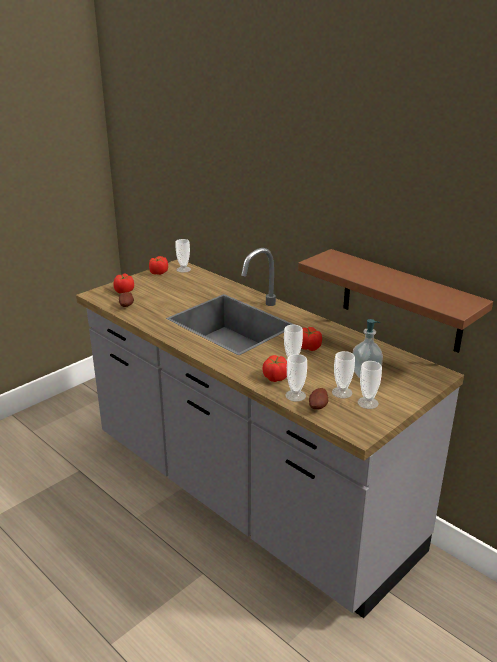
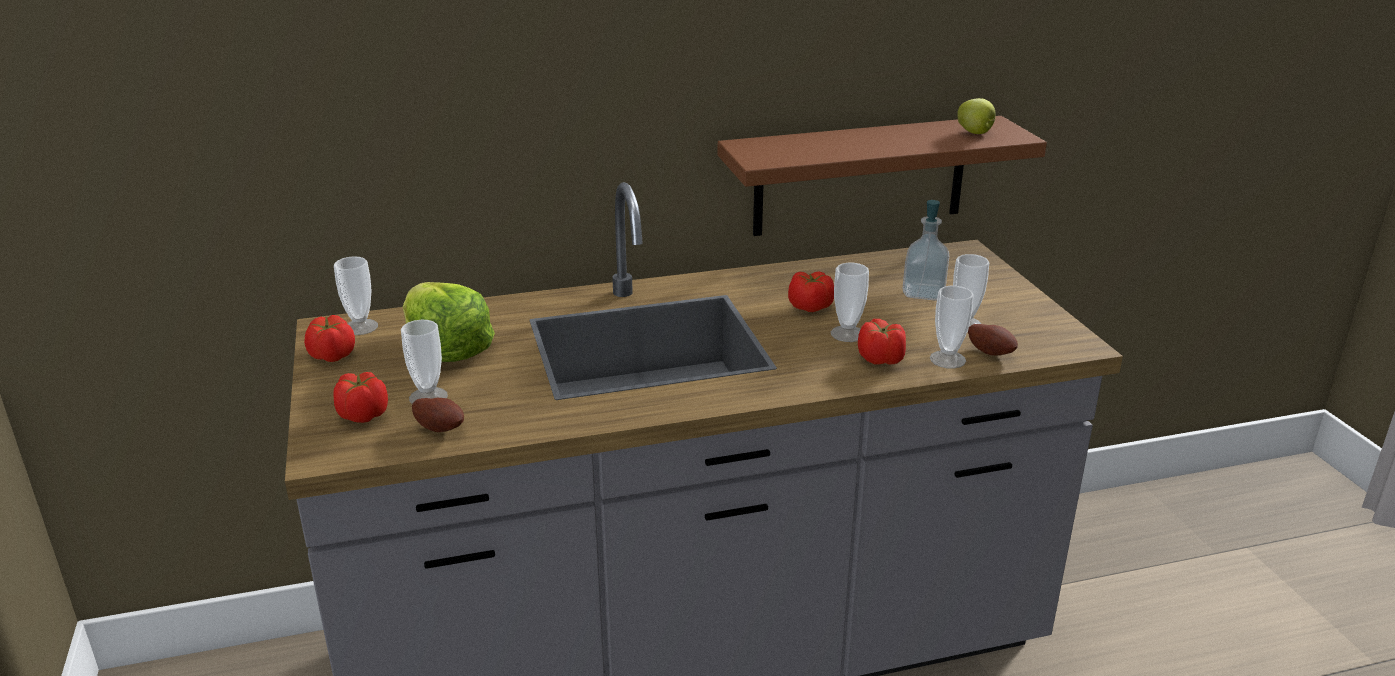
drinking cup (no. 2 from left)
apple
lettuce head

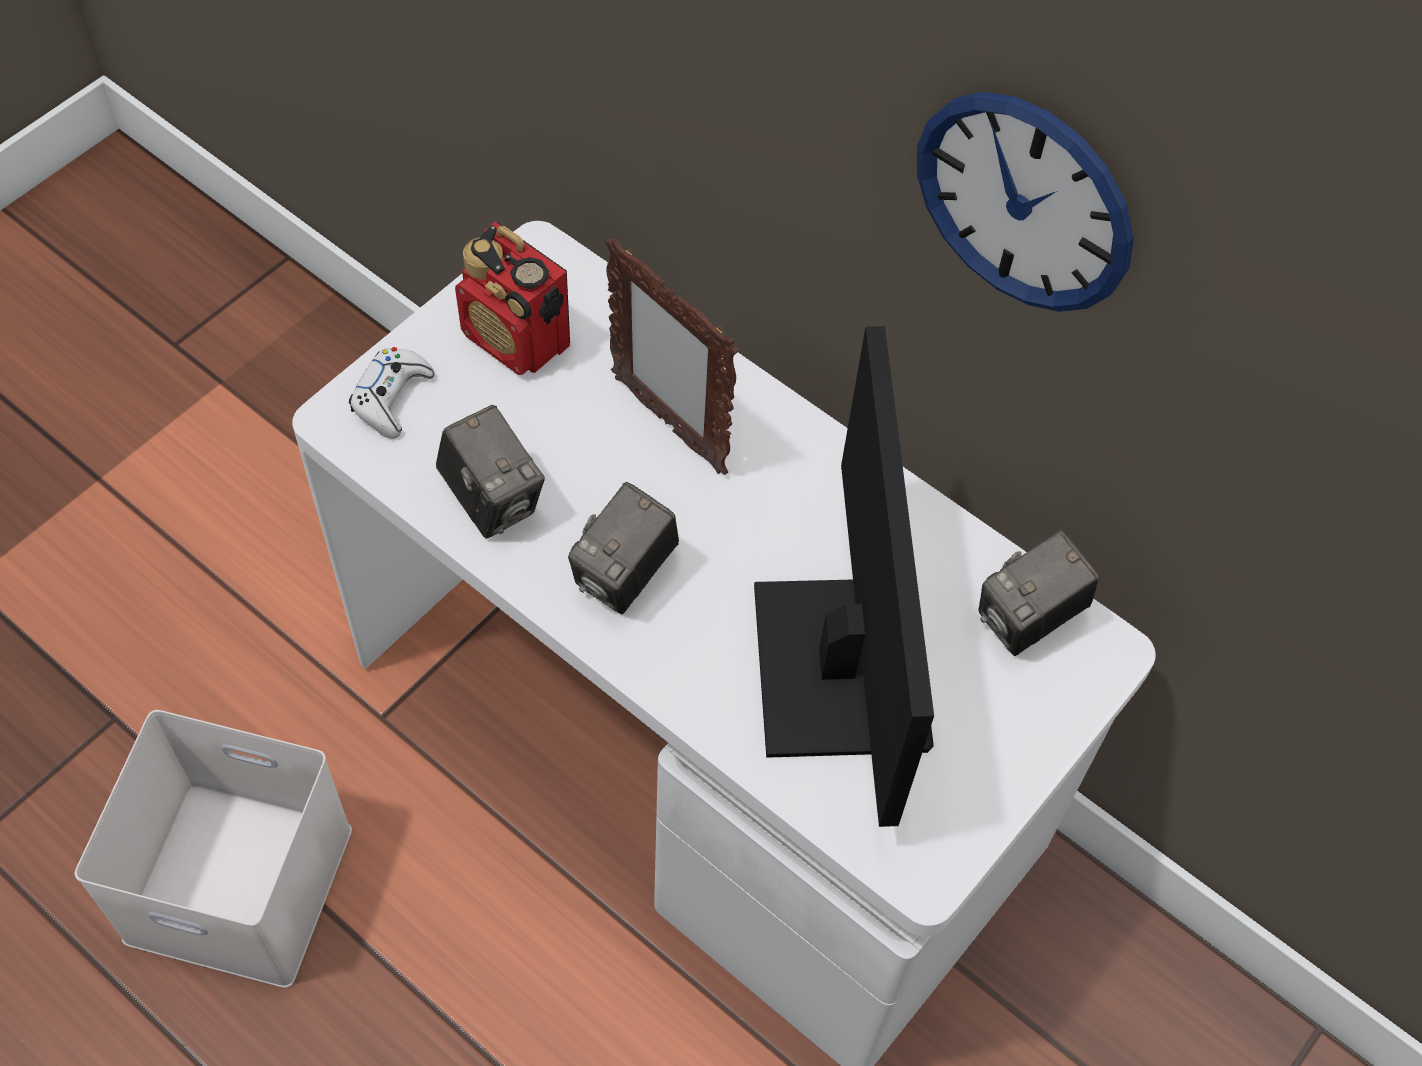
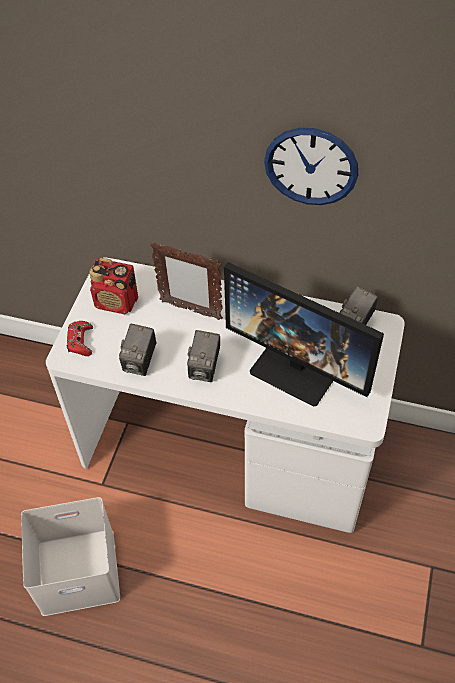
computer screen
gamepad (red)
photo camera (no. 1 from left)

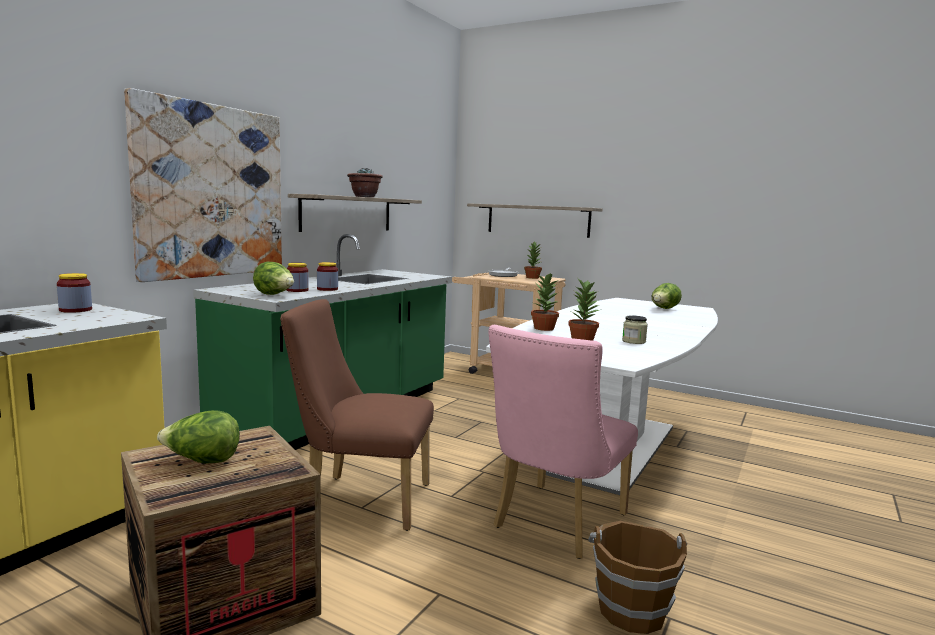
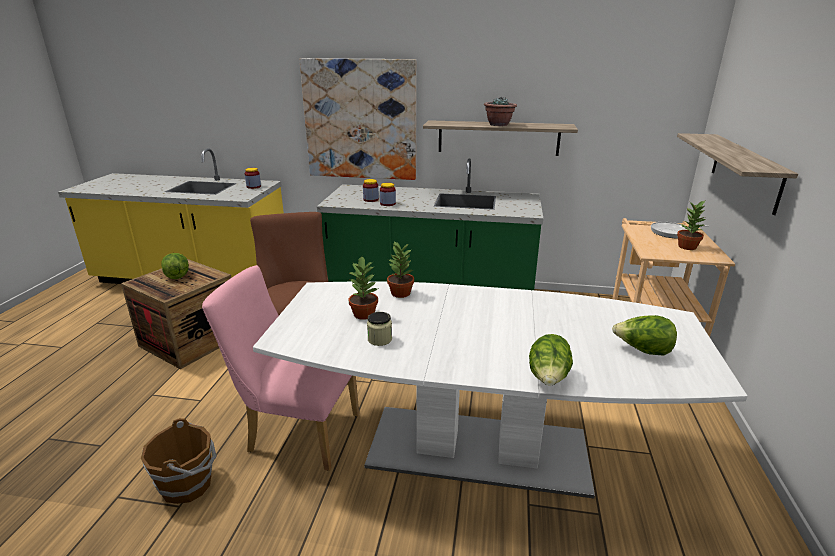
lettuce head (no. 2 from left)

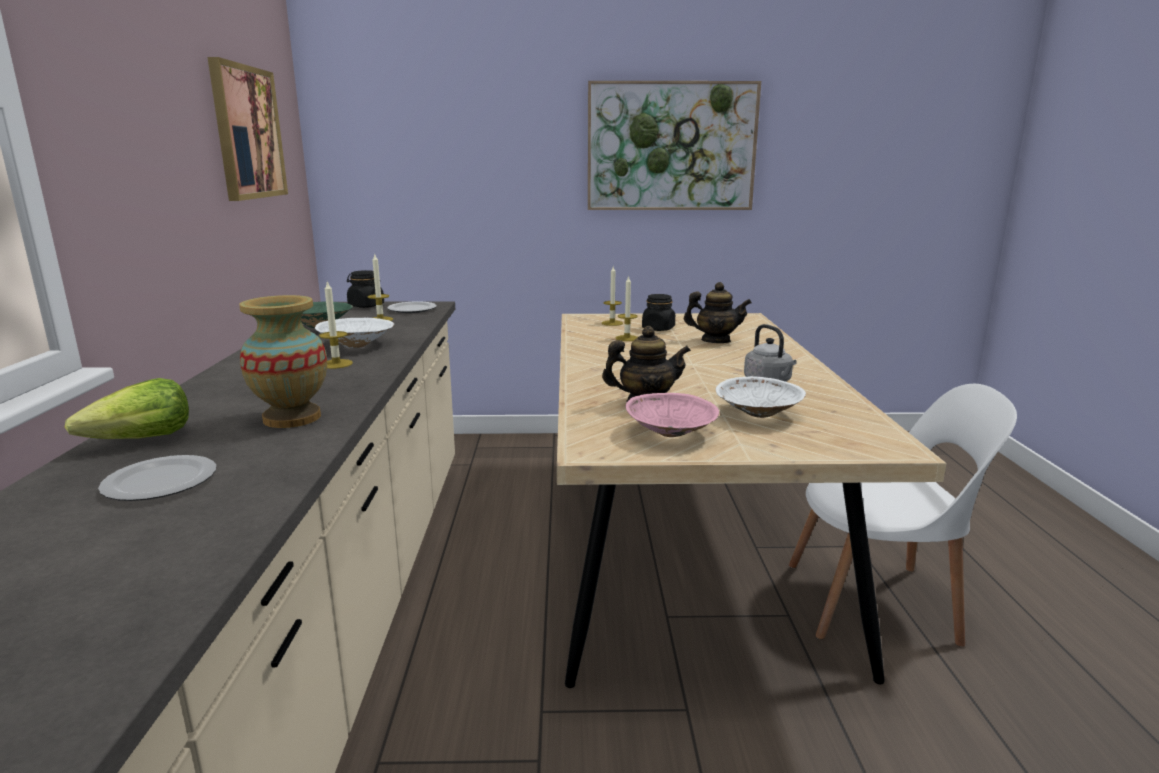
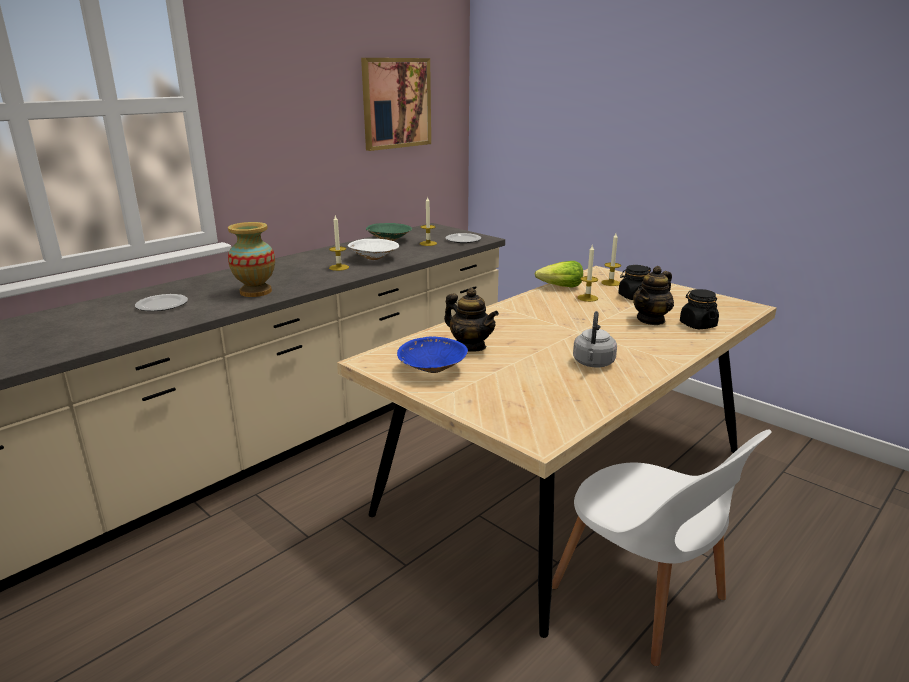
picture (no. 2 from left in the first image)
storage jar (blackish) (no. 2 from left)
teapot (no. 2 from left)
bowl (whitish) (no. 2 from left in the first image)
lettuce head
bowl (bluish)

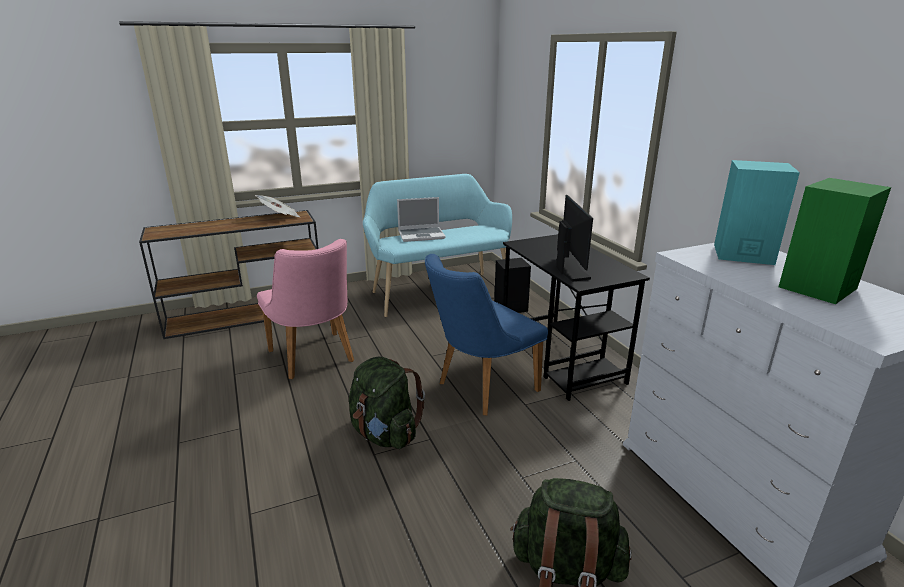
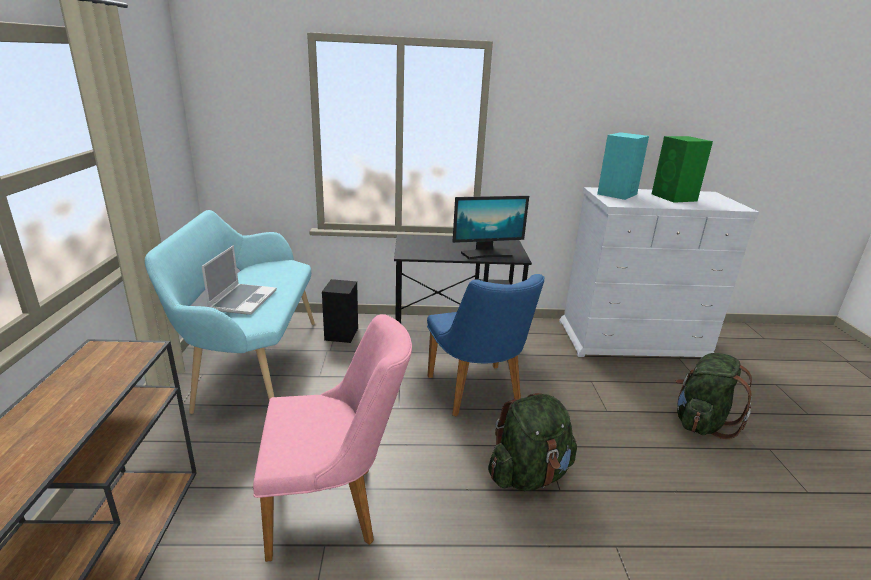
printed paper
computer screen

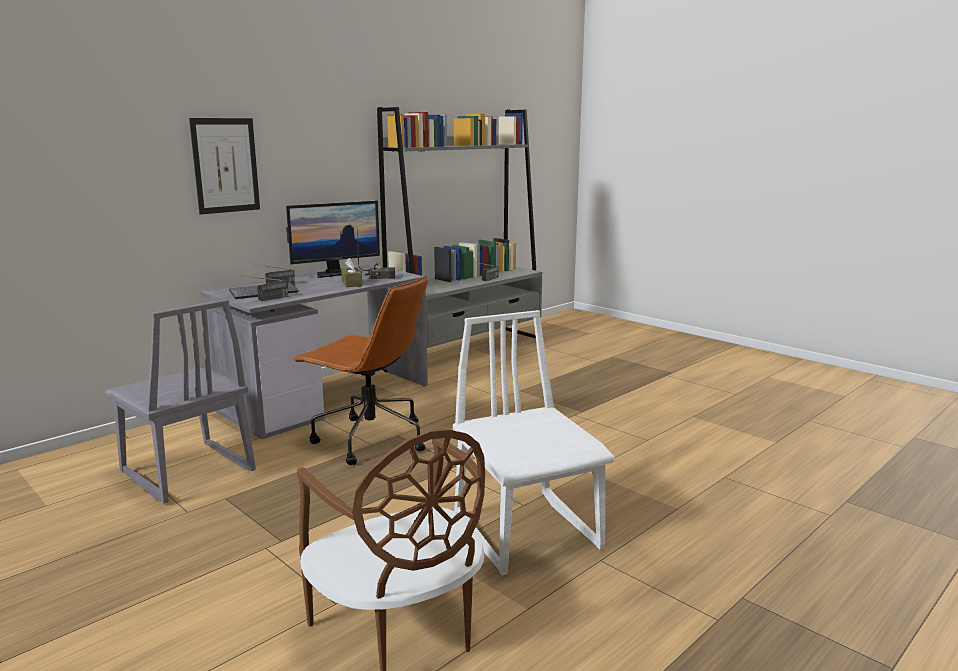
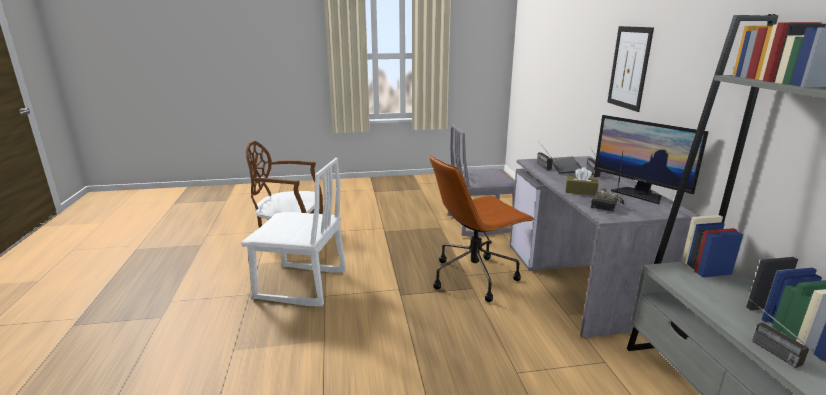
computer screen

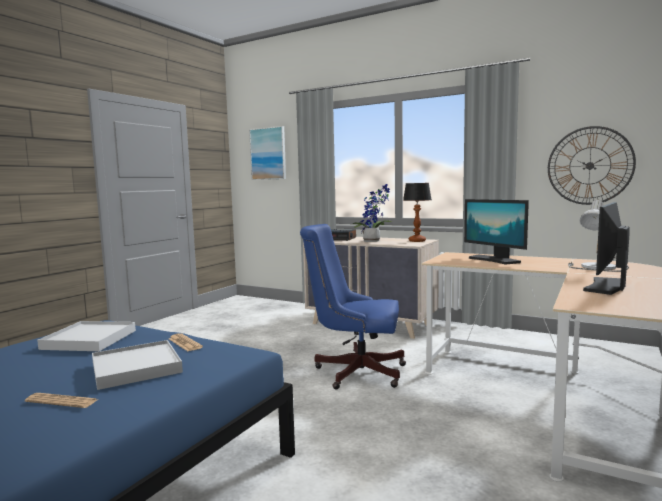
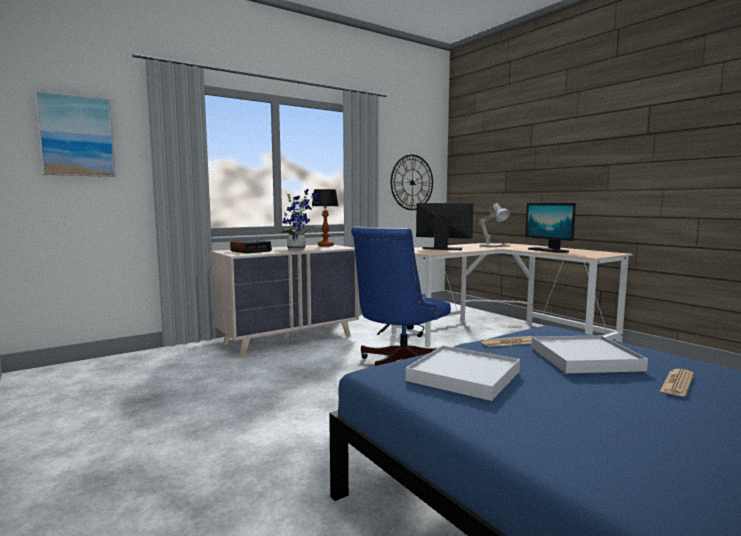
computer screen (no. 1 from left)

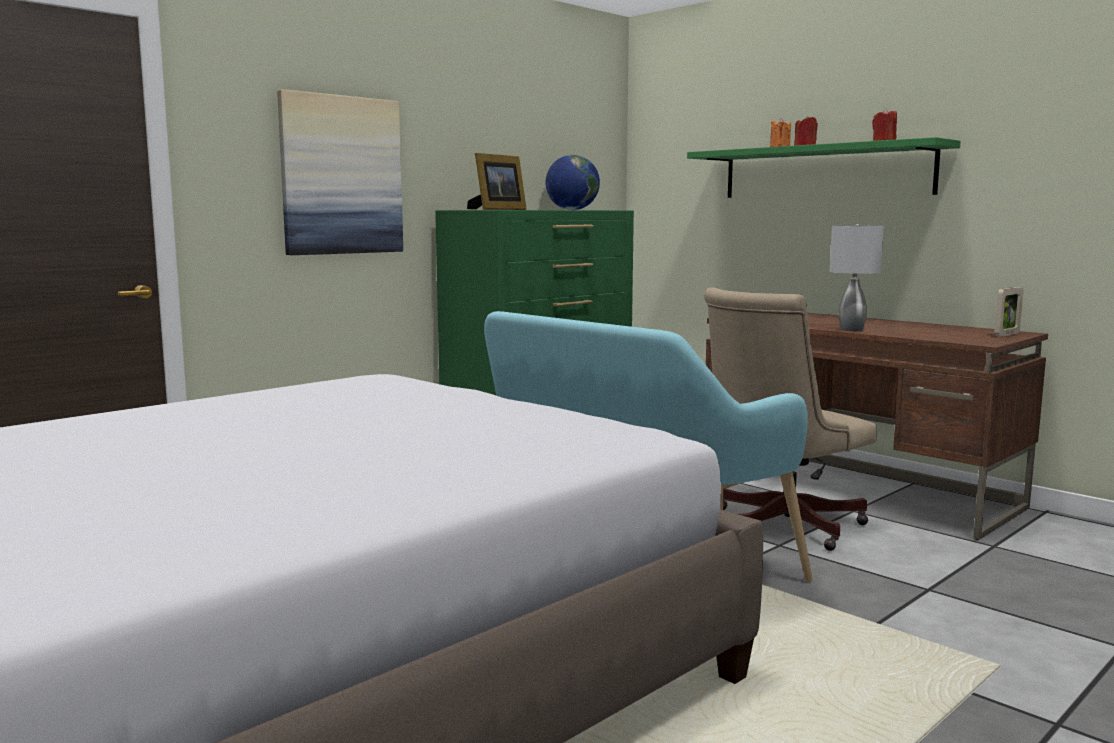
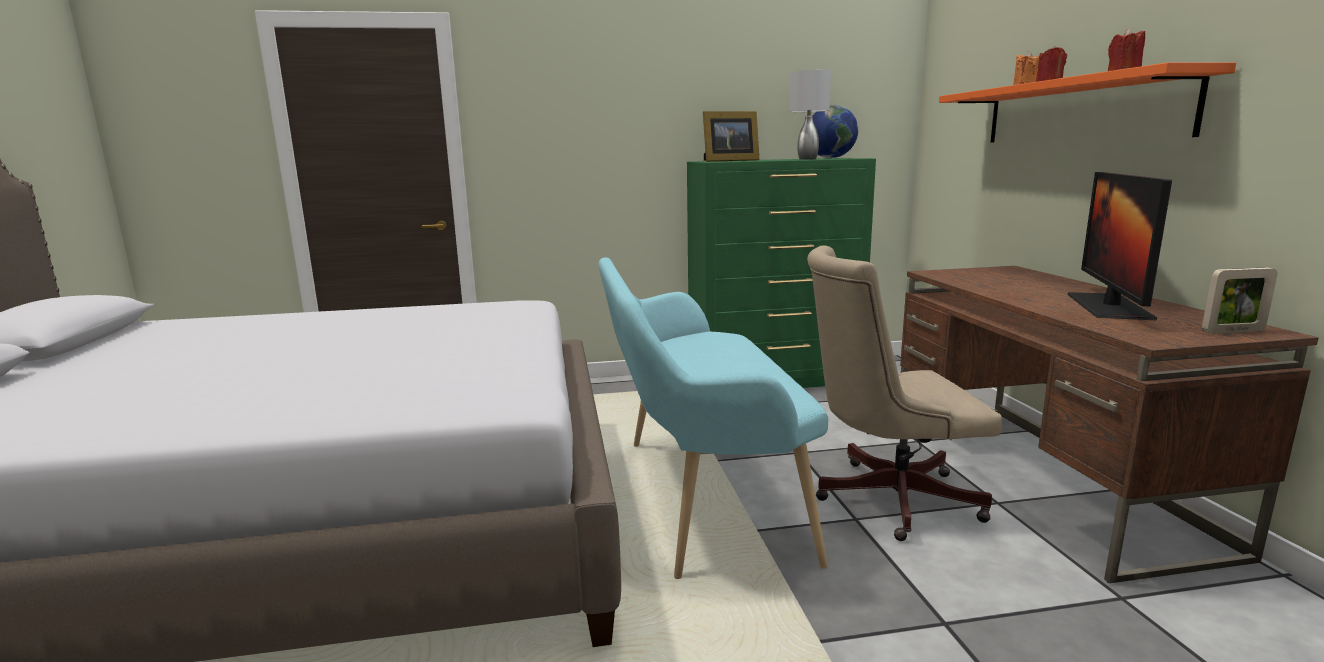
picture
shelf (orange-coloured)
table lamp (gray)
computer screen

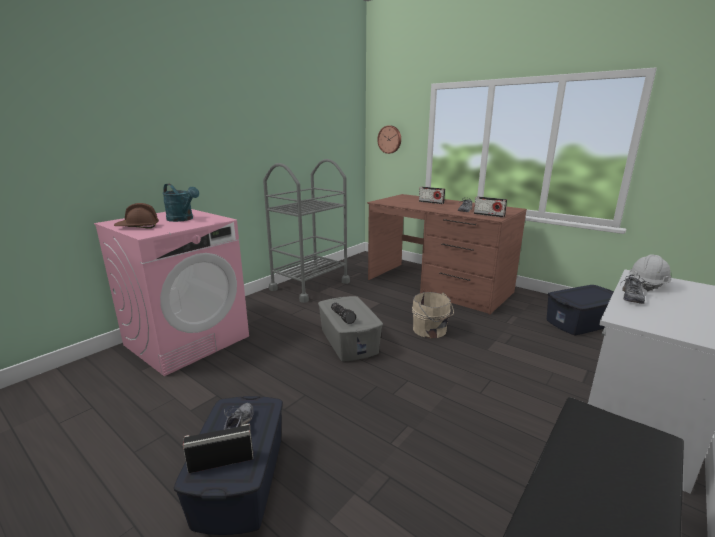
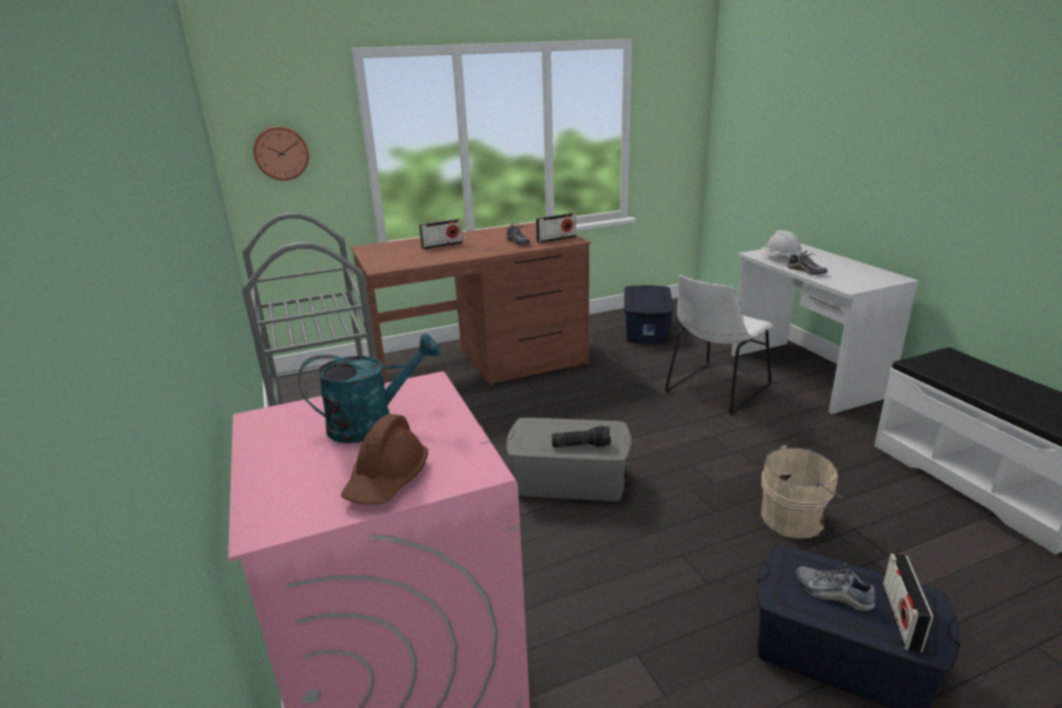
bucket (sand-coloured)
chair (whitish)

